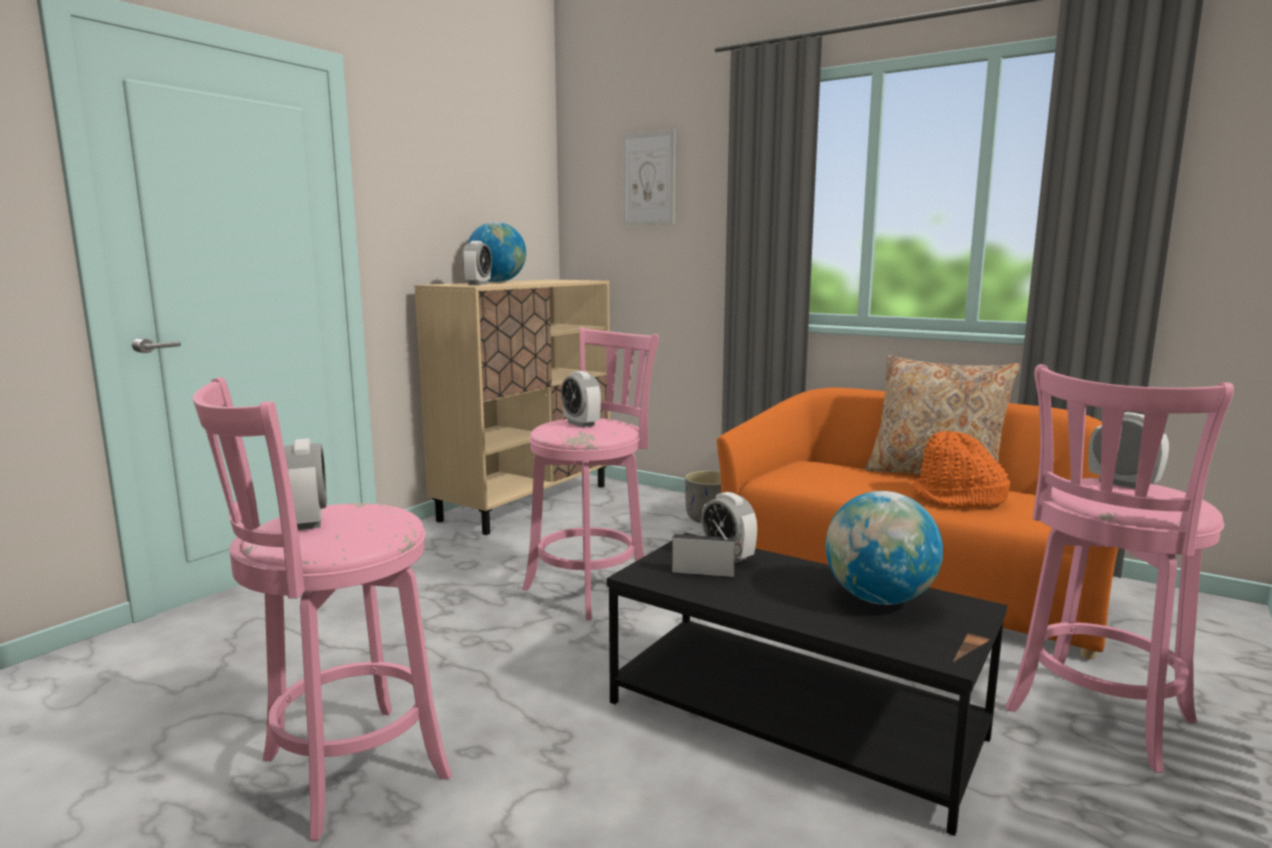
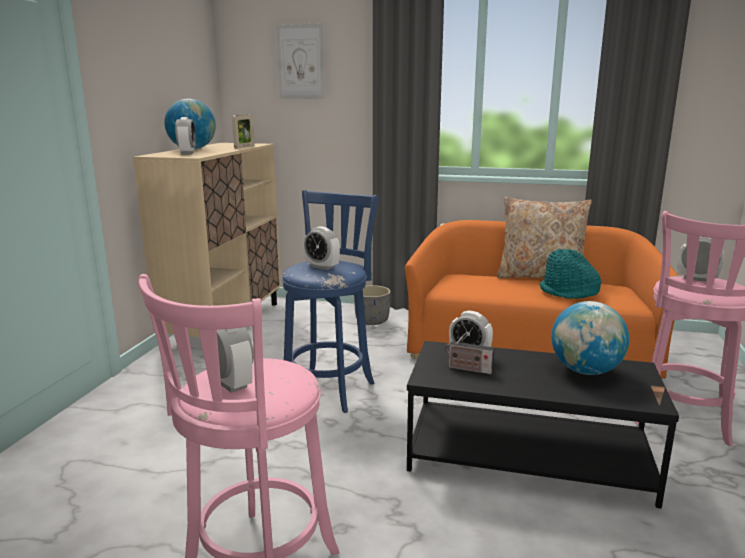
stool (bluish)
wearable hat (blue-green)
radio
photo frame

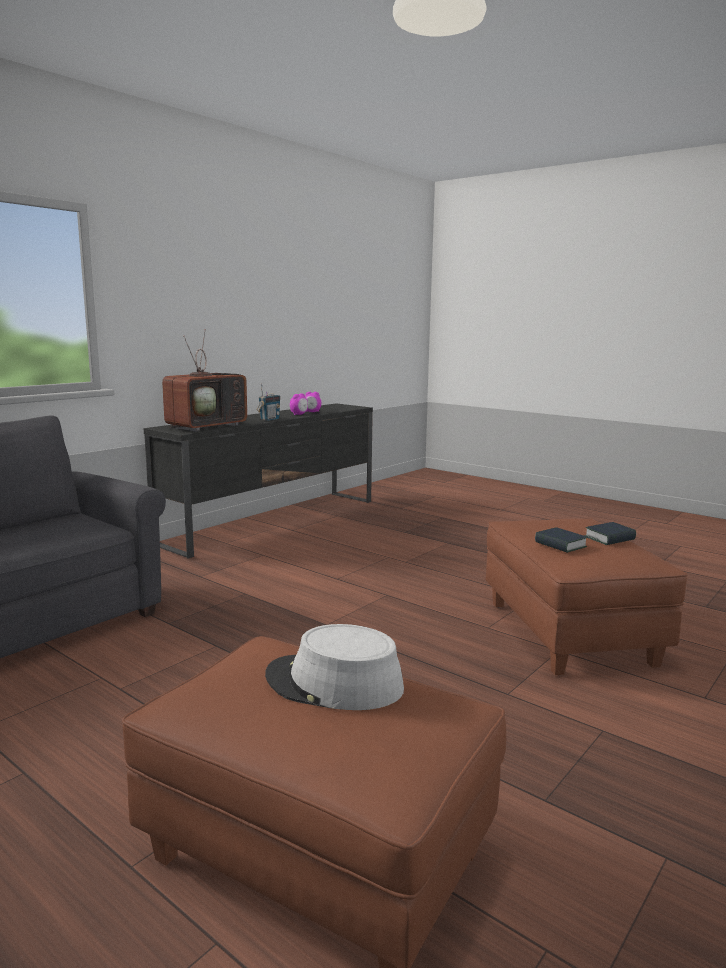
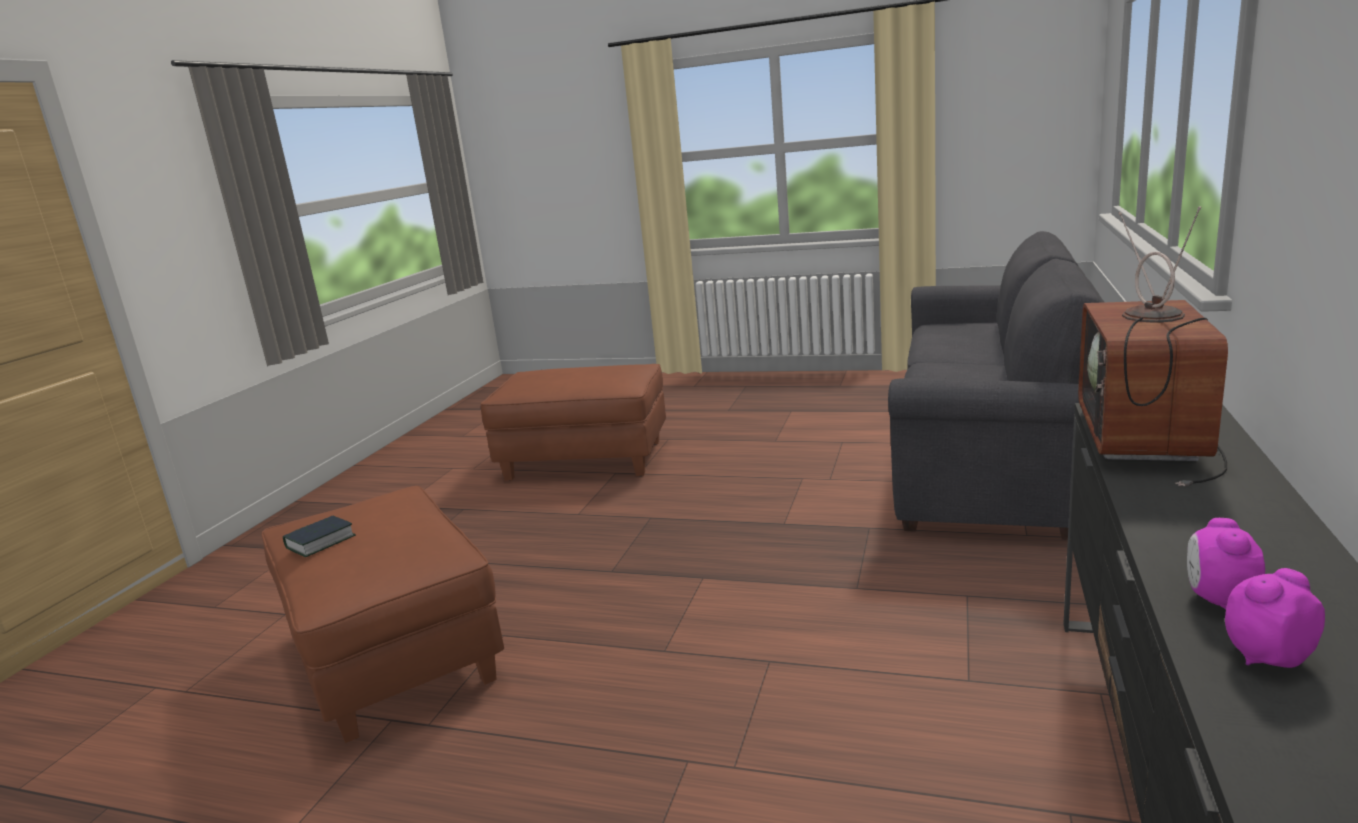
radio
book (no. 1 from left in the first image)
wearable hat (gray)

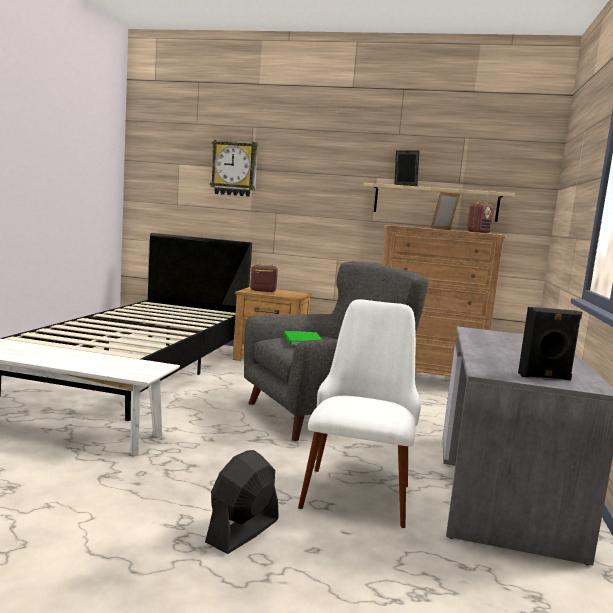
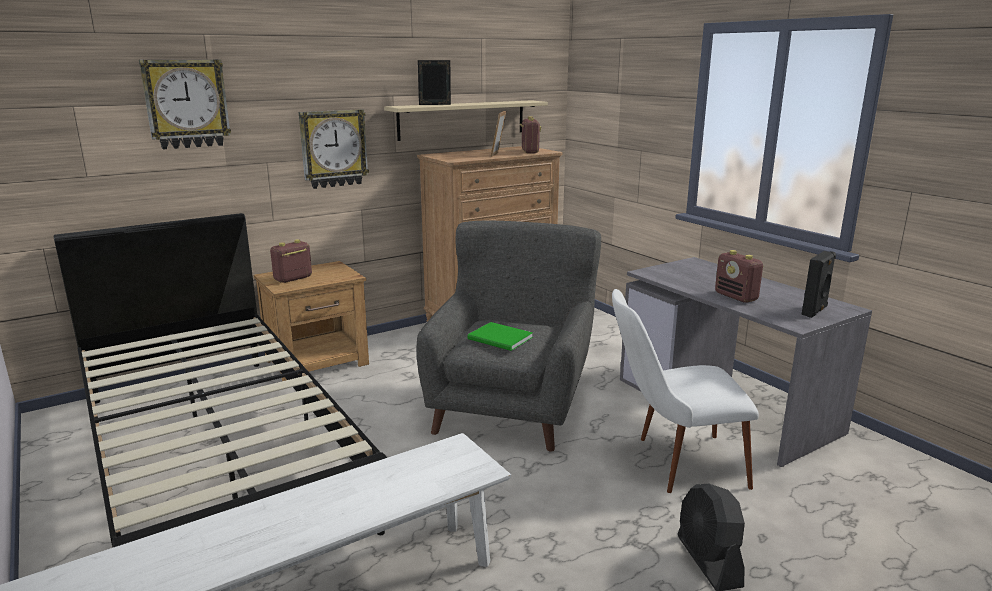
chair (whitish)
wall clock (no. 2 from left)
radio (no. 3 from left)

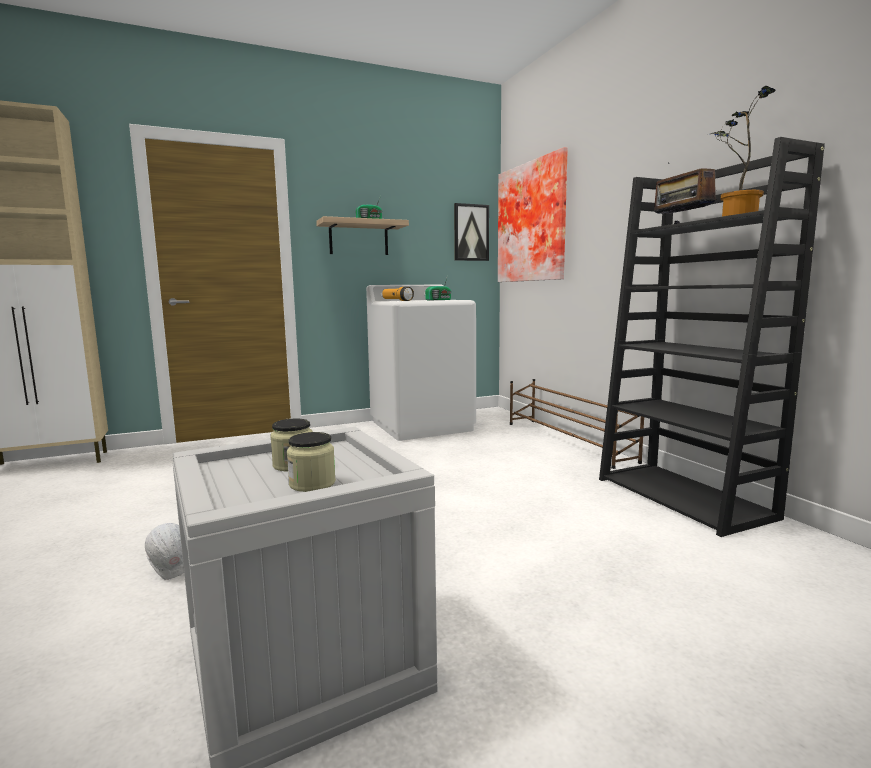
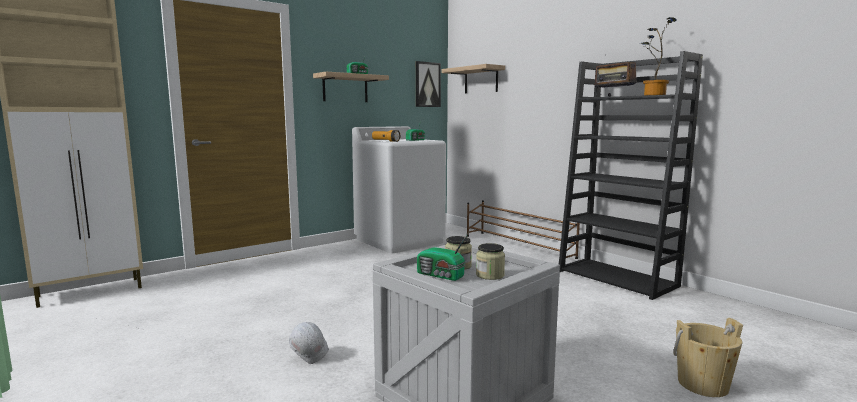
shelf (no. 2 from left)
radio (no. 3 from left)
bucket (sand-coloured)

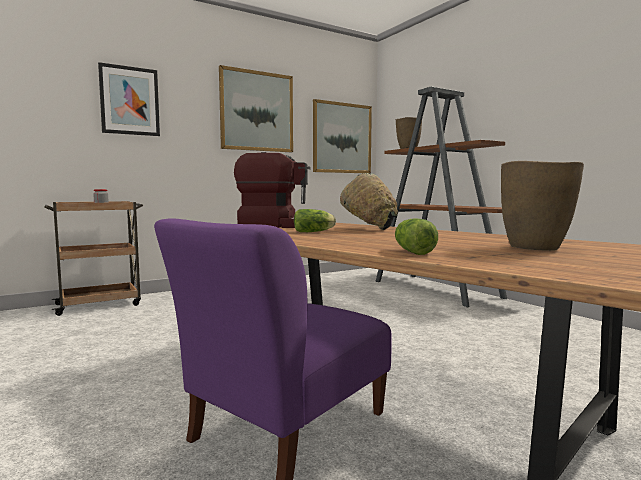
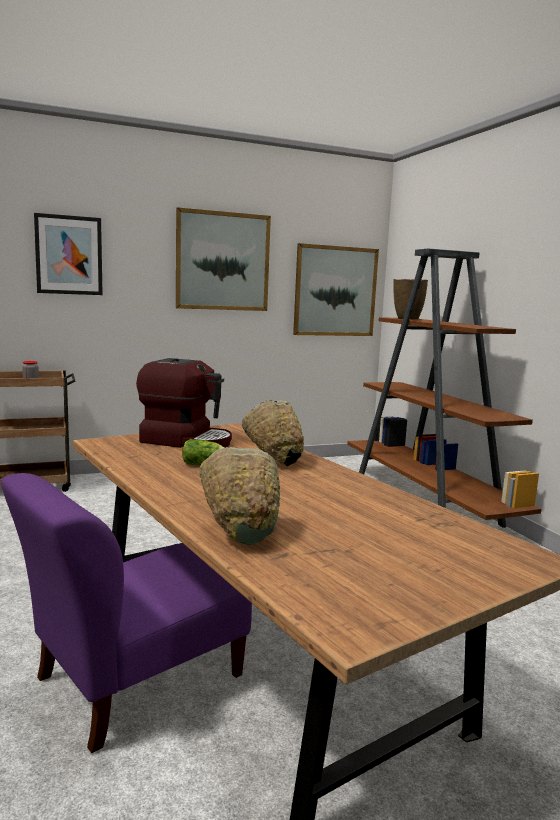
decorative vase (brownish) (no. 2 from left in the first image)
bowl (green)

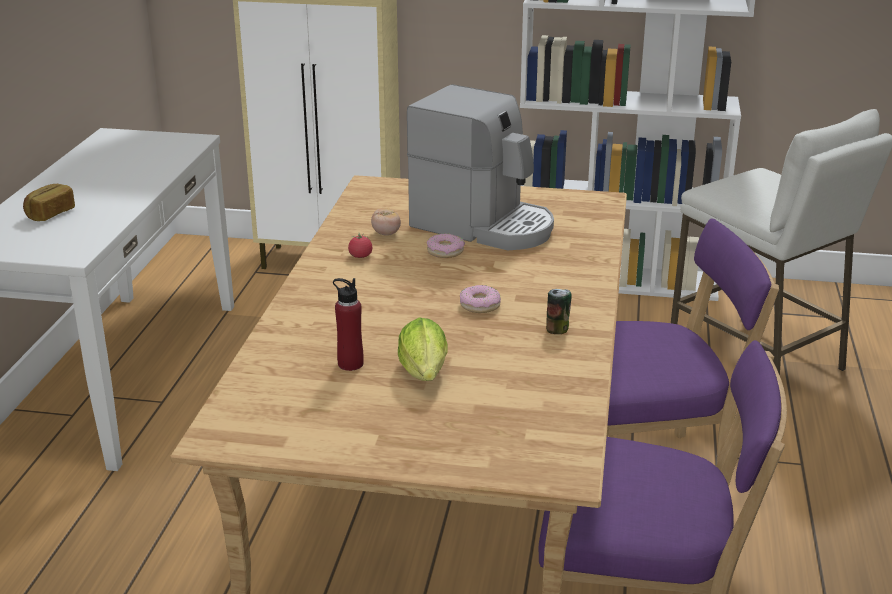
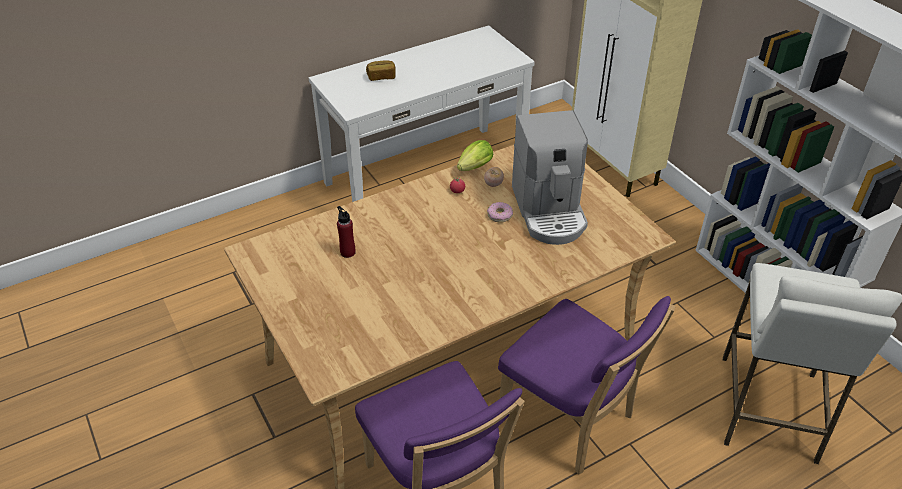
doughnut (no. 2 from left in the first image)
can
lettuce head

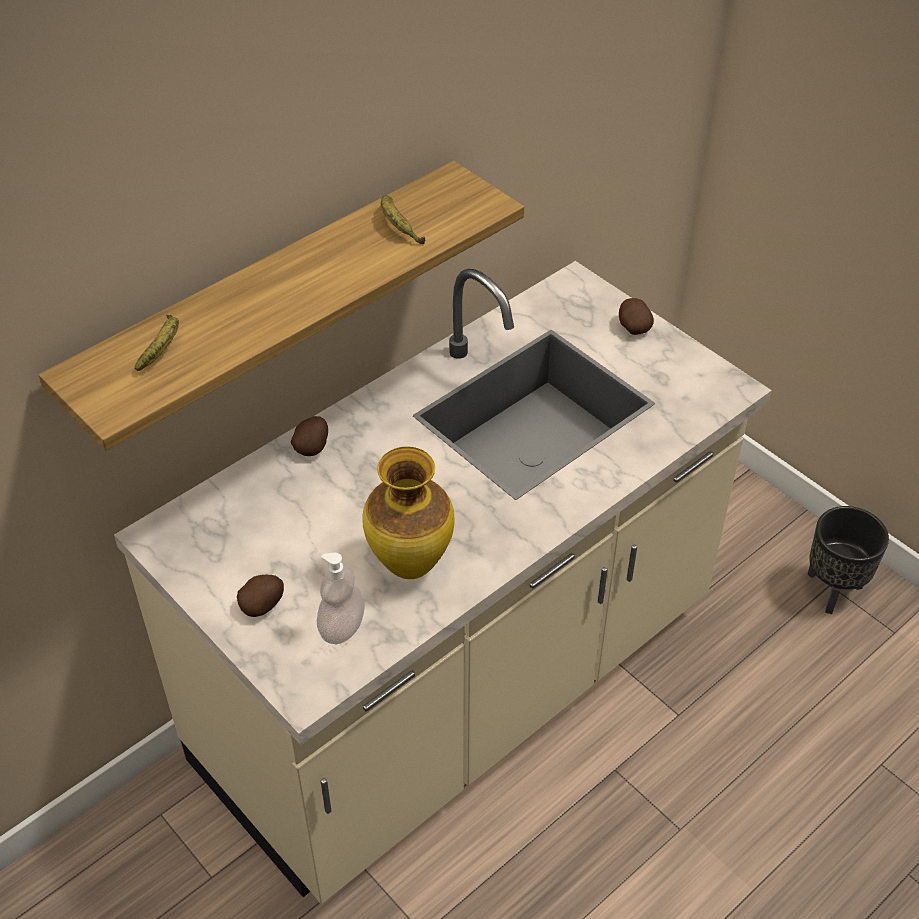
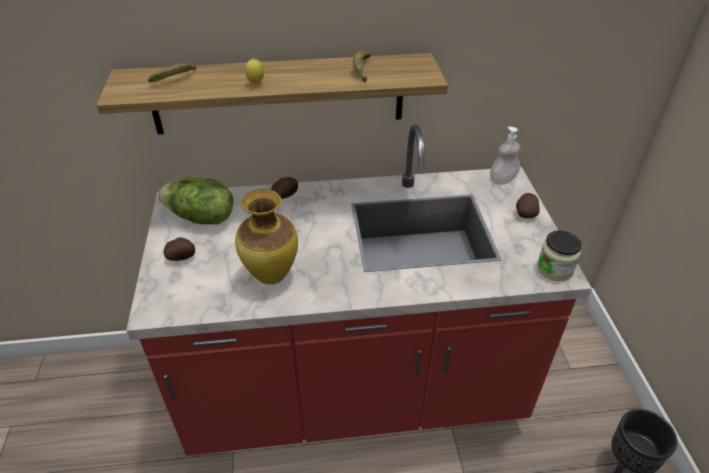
counter (red)
liquid soap bottle
lemon
lettuce head
storage jar

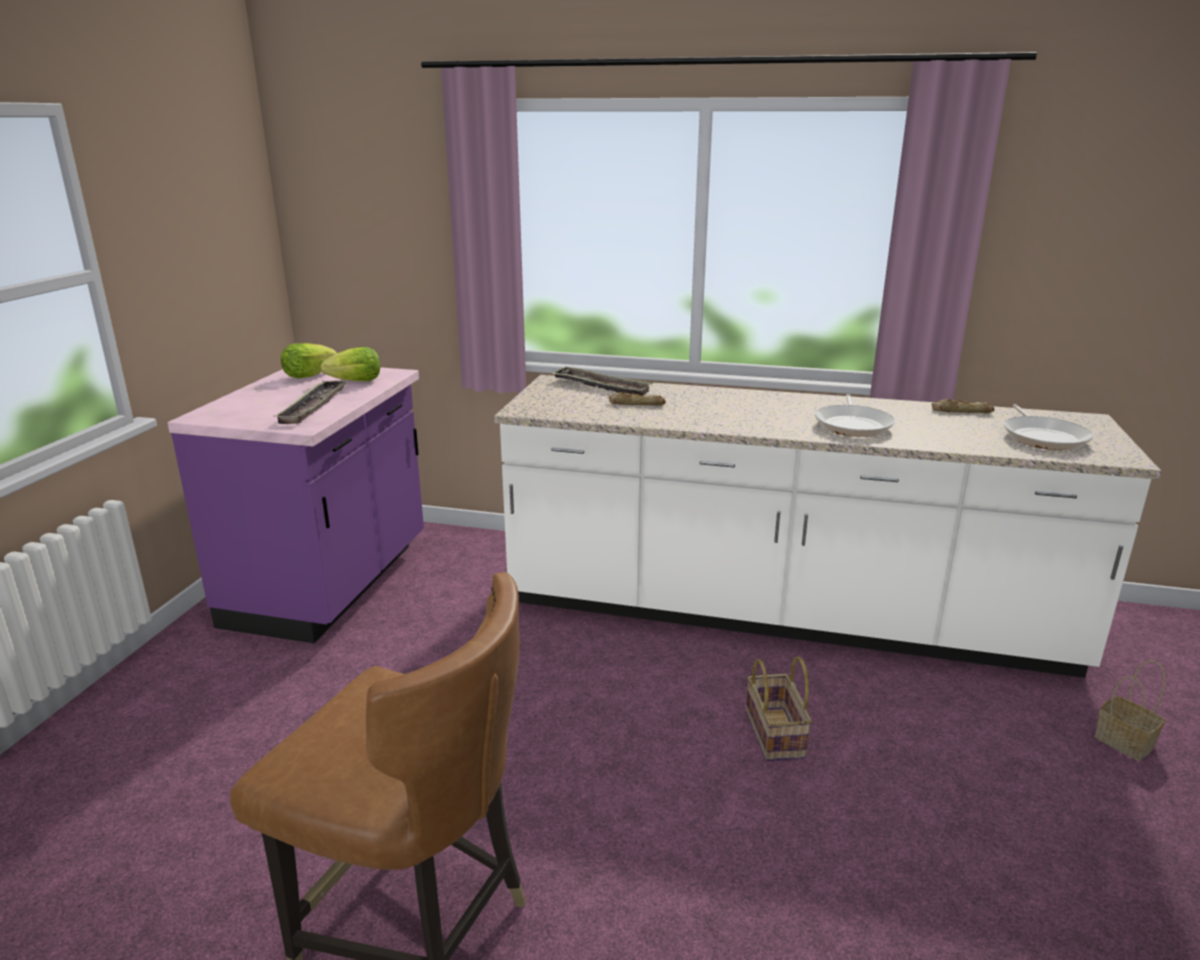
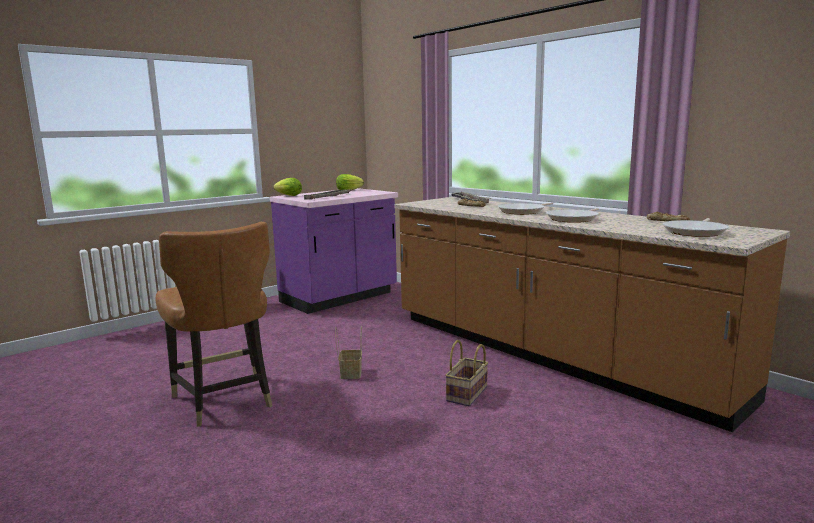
lettuce head (no. 1 from left)
counter (brownish)
household basket (no. 1 from left)
frying pan (no. 1 from left)

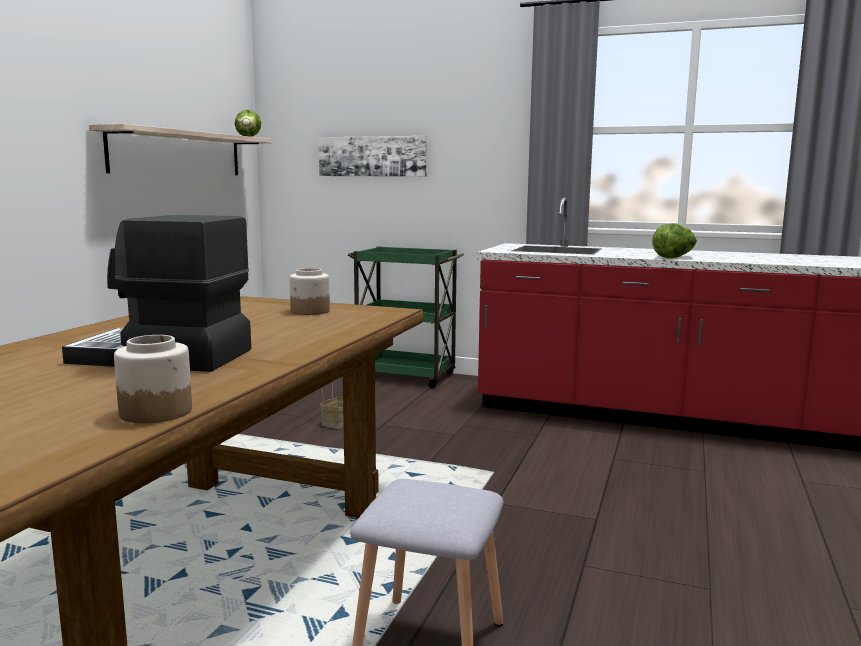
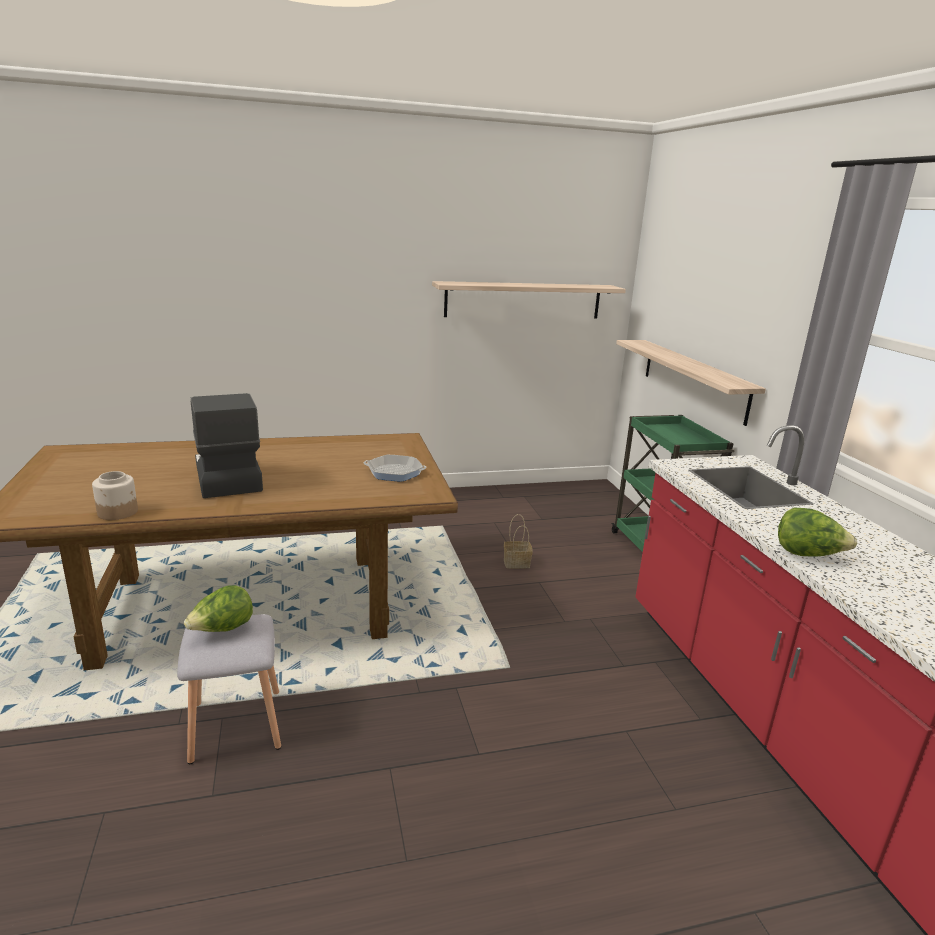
lettuce head (no. 1 from left)
picture
frying pan
shelf (no. 2 from left)

